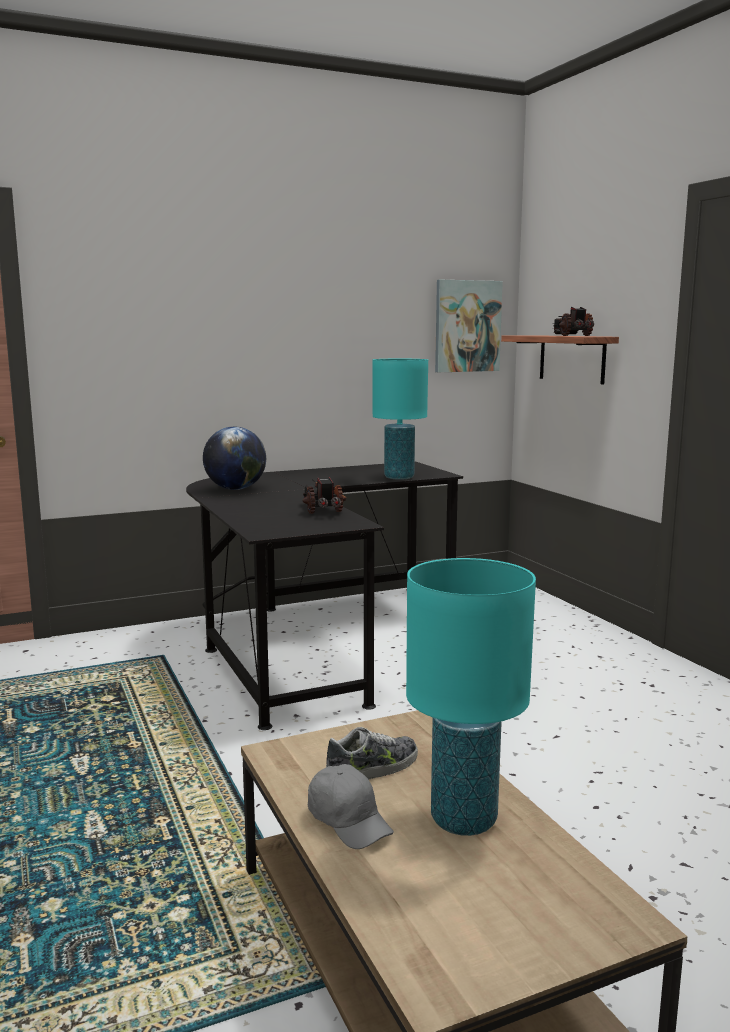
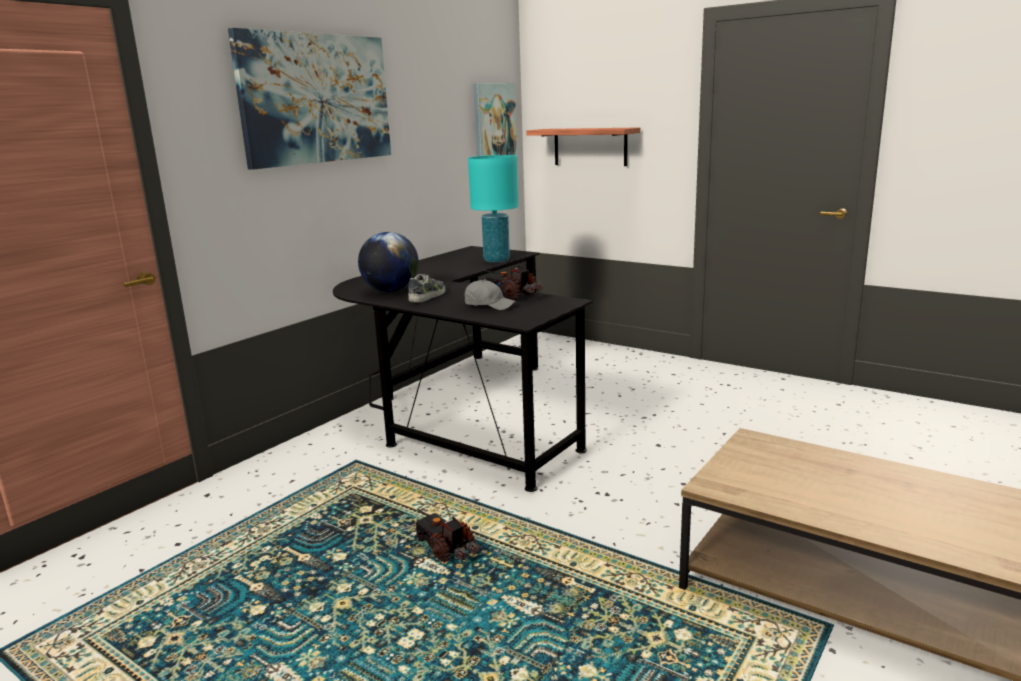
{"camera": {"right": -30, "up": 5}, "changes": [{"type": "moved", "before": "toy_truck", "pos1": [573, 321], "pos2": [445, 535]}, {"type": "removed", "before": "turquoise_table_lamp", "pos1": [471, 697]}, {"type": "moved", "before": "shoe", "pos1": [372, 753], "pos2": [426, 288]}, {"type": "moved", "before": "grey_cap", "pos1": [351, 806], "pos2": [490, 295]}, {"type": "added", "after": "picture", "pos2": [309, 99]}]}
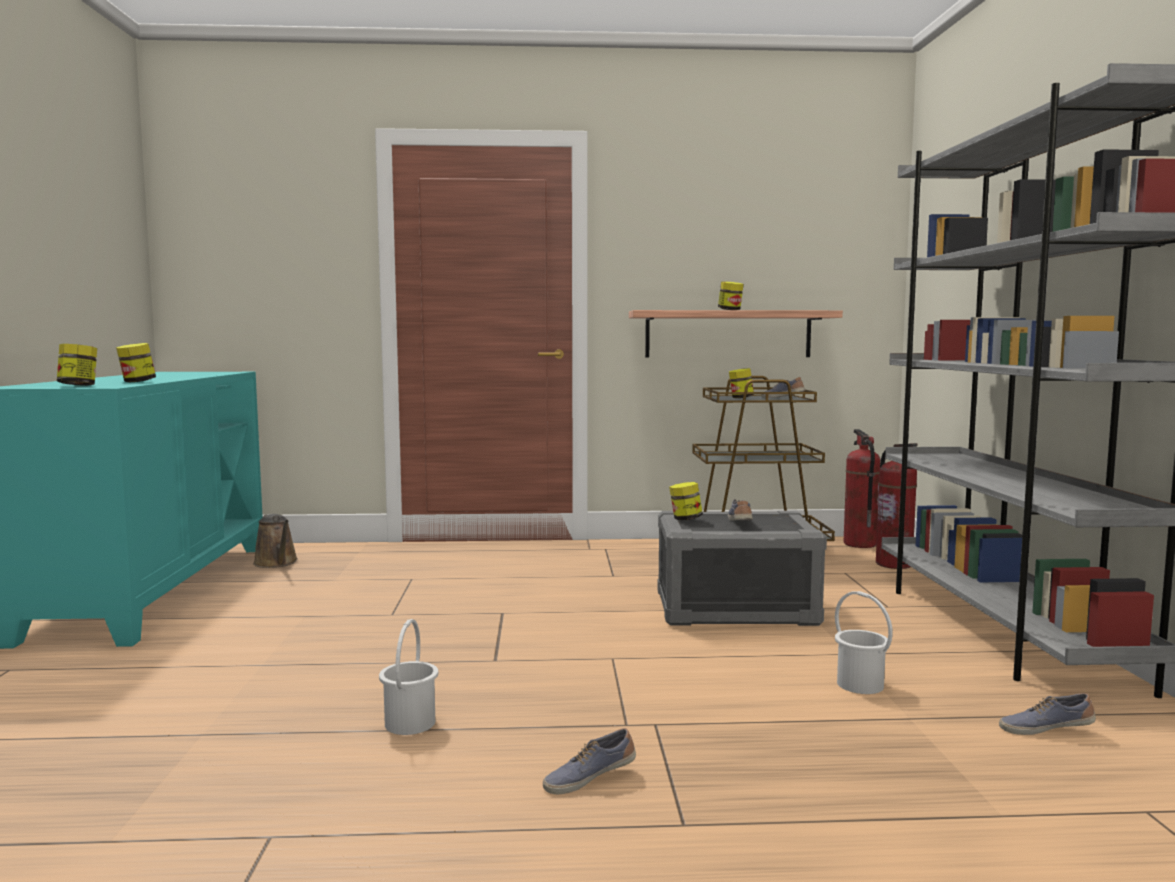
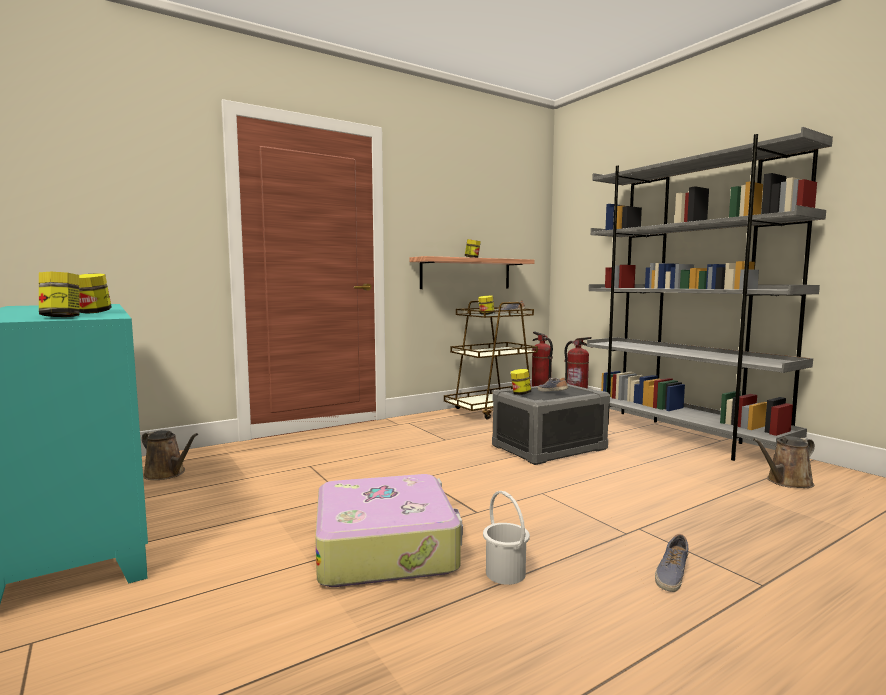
{"camera": {"right": -30, "up": 0}, "changes": [{"type": "removed", "before": "white_bucket", "pos1": [864, 642]}, {"type": "replaced", "before": "shoe", "after": "brown_watering_can", "pos1": [1047, 714], "pos2": [784, 462]}, {"type": "added", "after": "suitcase", "pos2": [389, 530]}]}
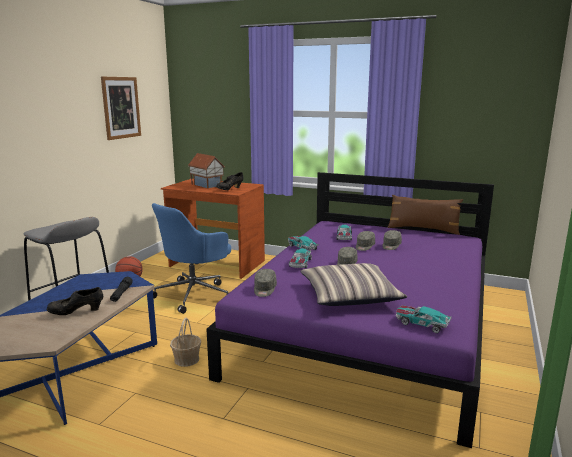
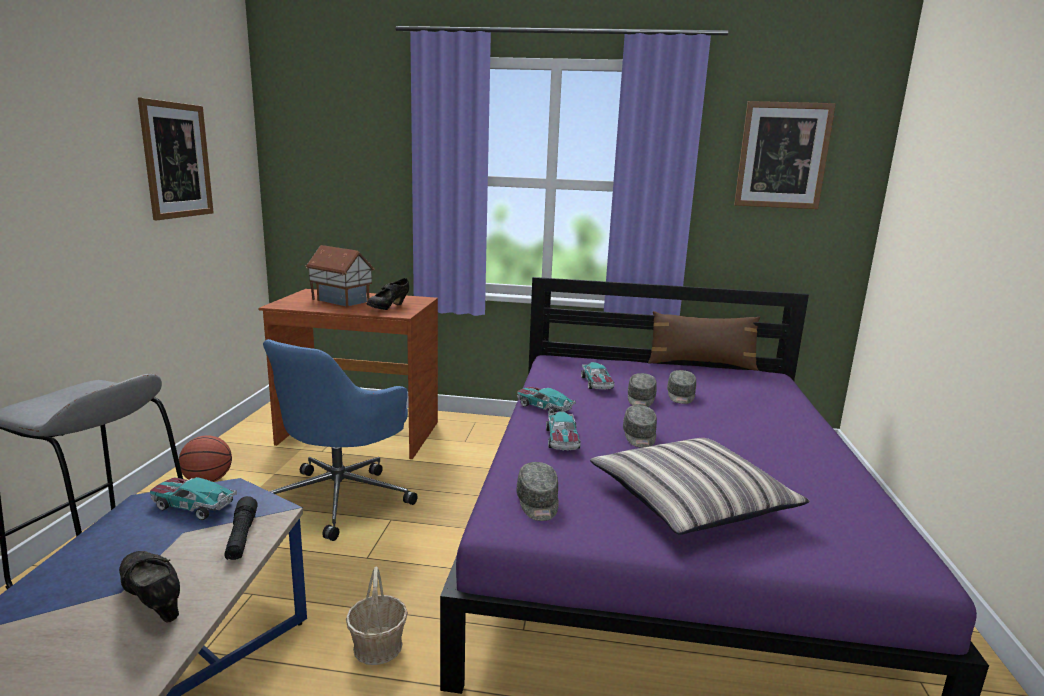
{"camera": {"right": -15, "up": 0}, "changes": [{"type": "turned", "before": "black_shoe", "pos1": [75, 301], "pos2": [149, 587], "turn": 75}, {"type": "moved", "before": "toy_car", "pos1": [424, 319], "pos2": [193, 498]}, {"type": "added", "after": "picture", "pos2": [785, 155]}]}
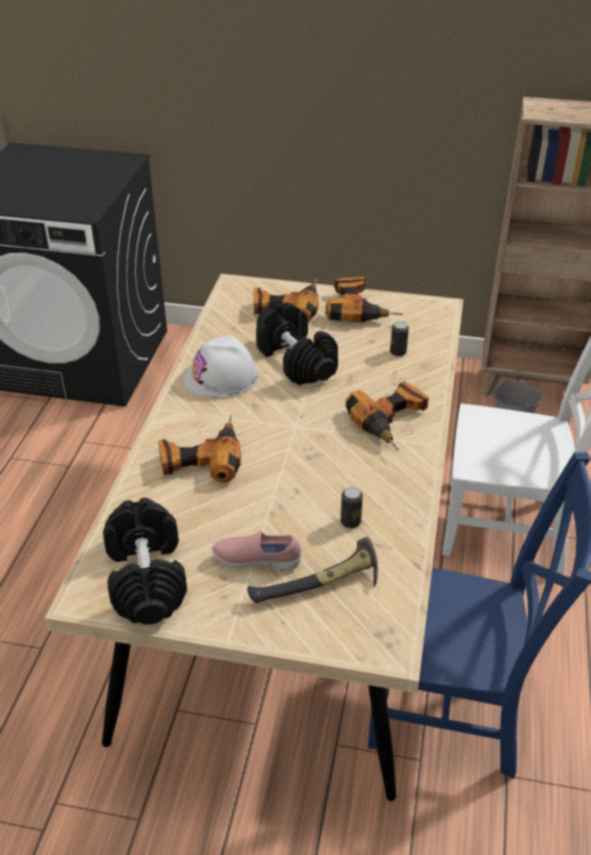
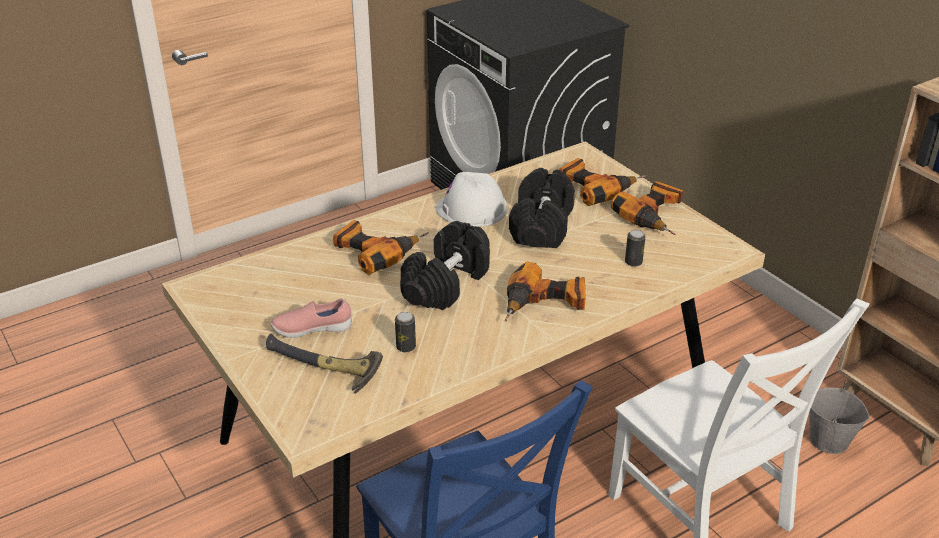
{"camera": {"right": 45, "up": -5}, "changes": [{"type": "moved", "before": "black_dumbbell", "pos1": [145, 561], "pos2": [445, 265]}, {"type": "turned", "before": "pink_shoe", "pos1": [256, 551], "pos2": [311, 318], "turn": -60}]}
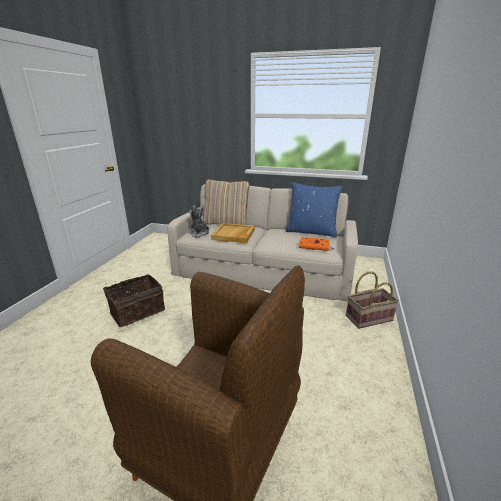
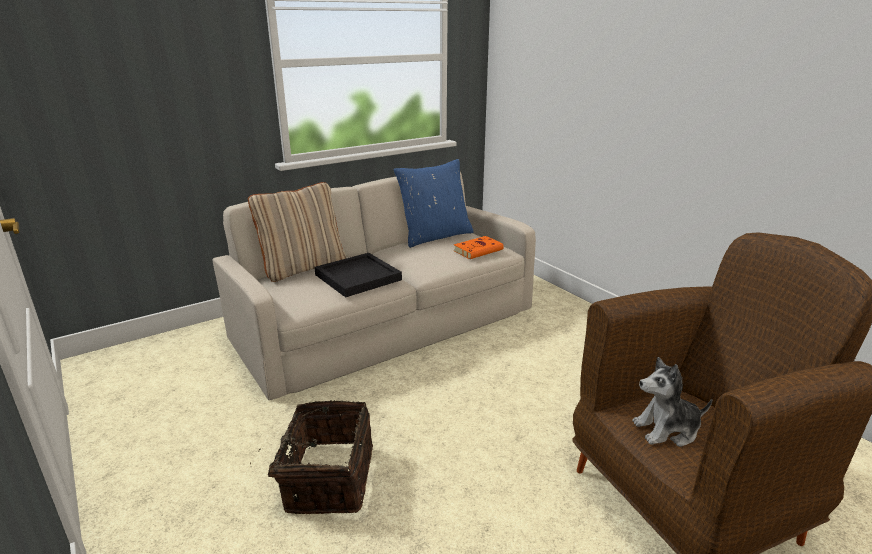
{"camera": {"right": -50, "up": 0}, "changes": [{"type": "moved", "before": "plush_toy", "pos1": [198, 221], "pos2": [672, 402]}, {"type": "recoloured", "before": "beige_tray", "after": "black_tray", "pos1": [233, 233], "pos2": [358, 275]}, {"type": "removed", "before": "basket", "pos1": [372, 300]}]}
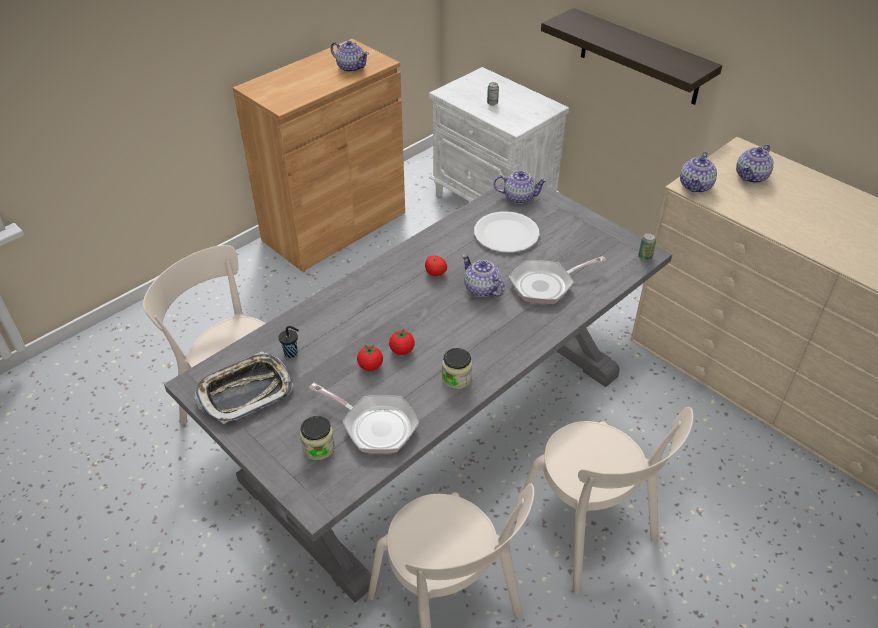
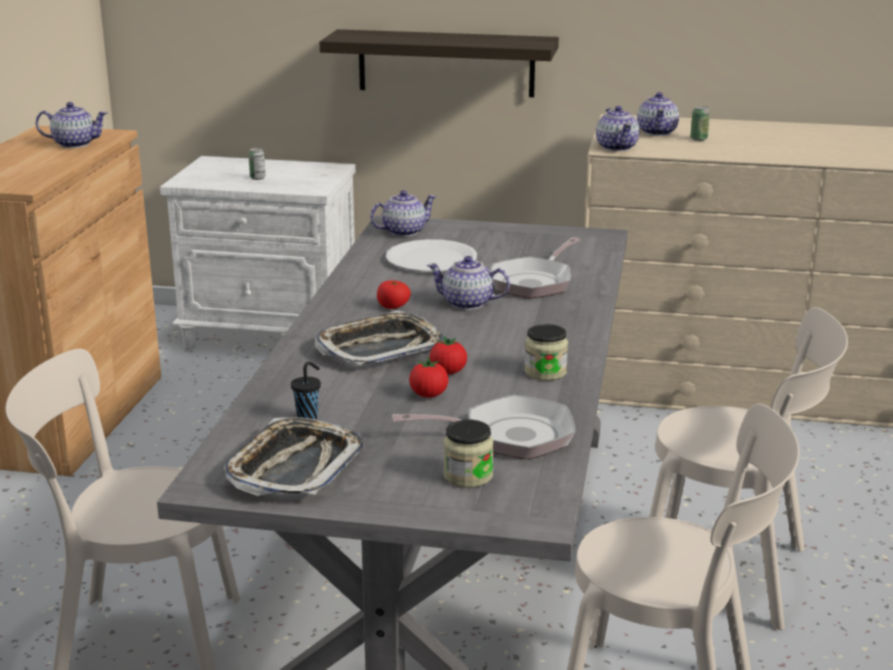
{"camera": {"right": -35, "up": -20}, "changes": [{"type": "moved", "before": "can", "pos1": [647, 246], "pos2": [700, 123]}, {"type": "added", "after": "tray", "pos2": [379, 338]}]}
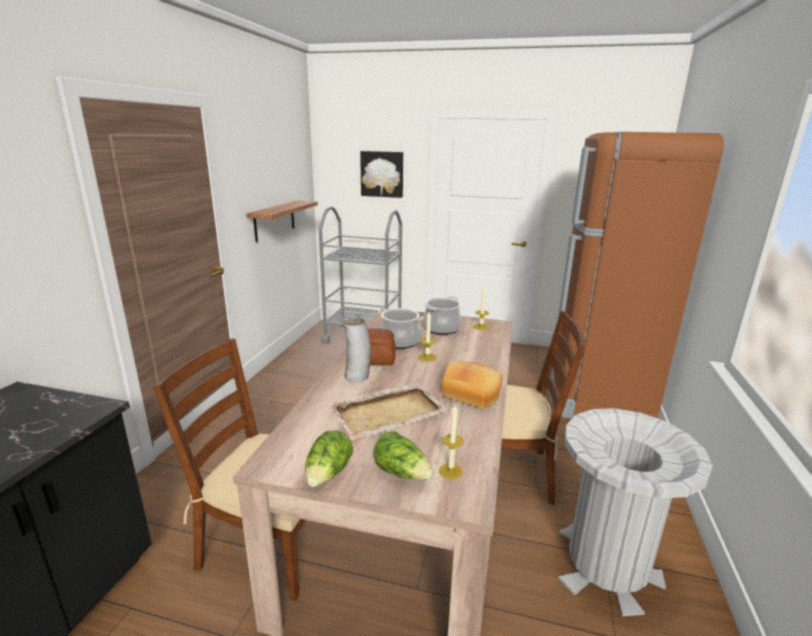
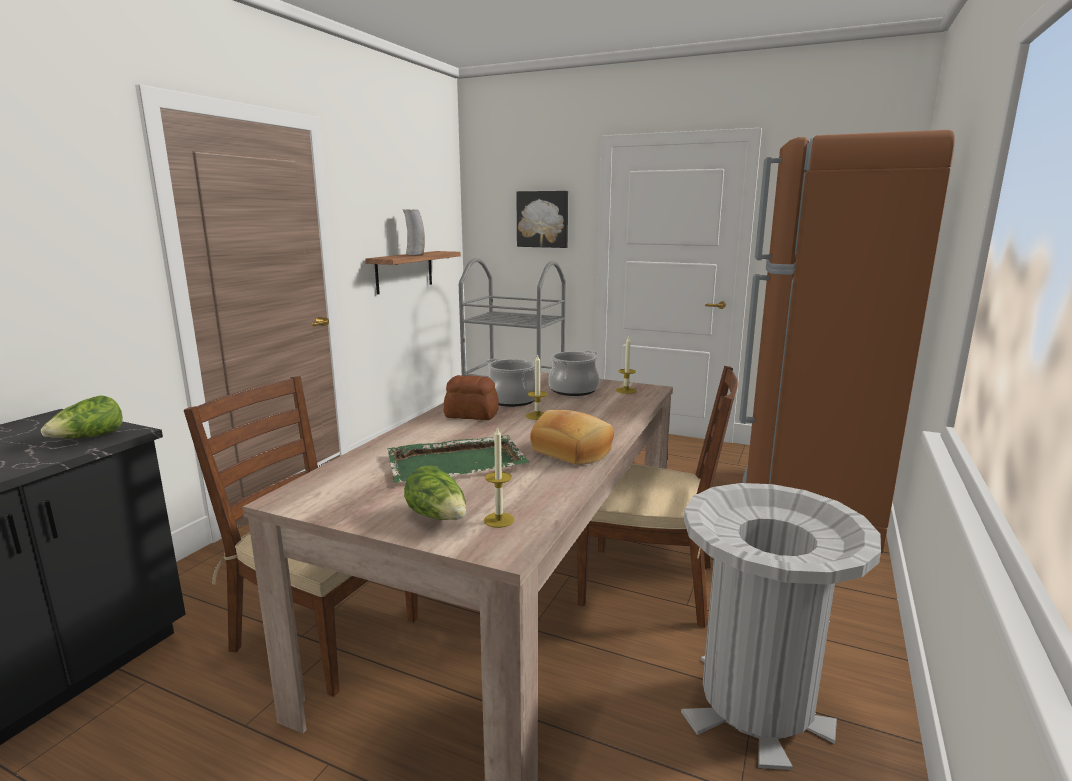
{"camera": {"right": 10, "up": -5}, "changes": [{"type": "moved", "before": "vase", "pos1": [356, 350], "pos2": [414, 232]}, {"type": "recoloured", "before": "beige_tray", "after": "green_tray", "pos1": [388, 411], "pos2": [458, 459]}, {"type": "moved", "before": "lettuce", "pos1": [329, 458], "pos2": [82, 416]}]}
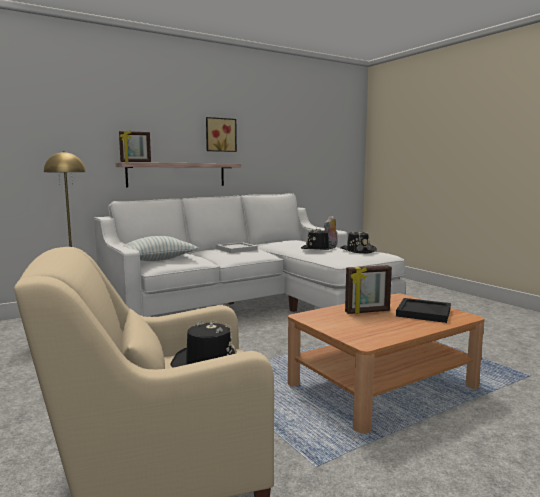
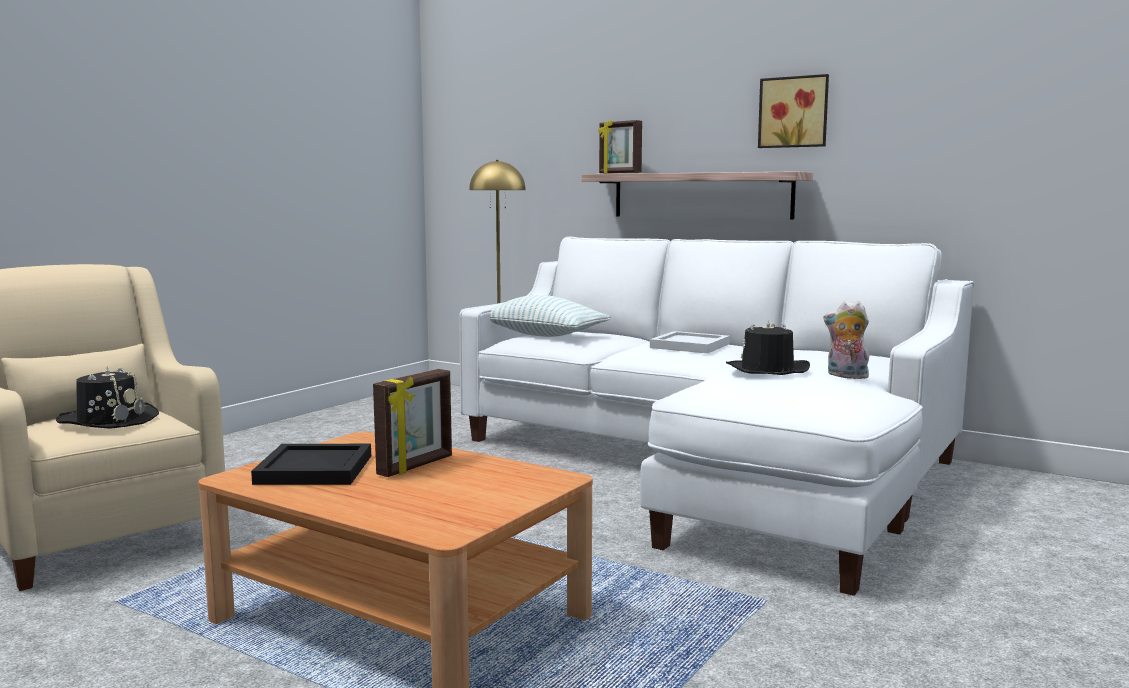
{"camera": {"right": 65, "up": 0}, "changes": [{"type": "removed", "before": "black_hat", "pos1": [359, 241]}, {"type": "turned", "before": "picture_frame", "pos1": [368, 289], "pos2": [412, 423], "turn": -105}, {"type": "moved", "before": "black_tray", "pos1": [423, 310], "pos2": [311, 464]}]}
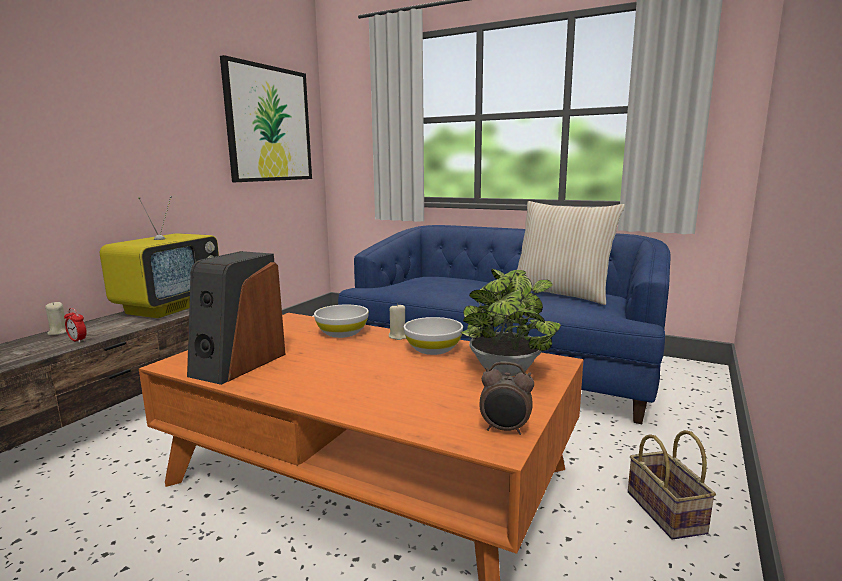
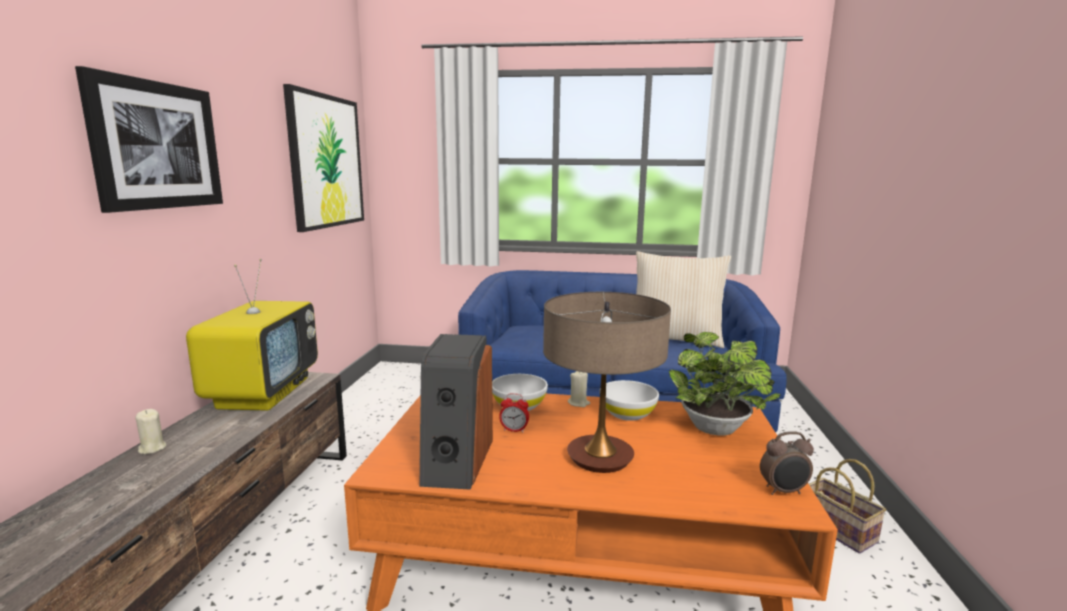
{"camera": {"right": -20, "up": 0}, "changes": [{"type": "moved", "before": "alarm_clock", "pos1": [75, 325], "pos2": [514, 412]}, {"type": "added", "after": "picture", "pos2": [149, 139]}, {"type": "added", "after": "table_lamp", "pos2": [607, 382]}]}
